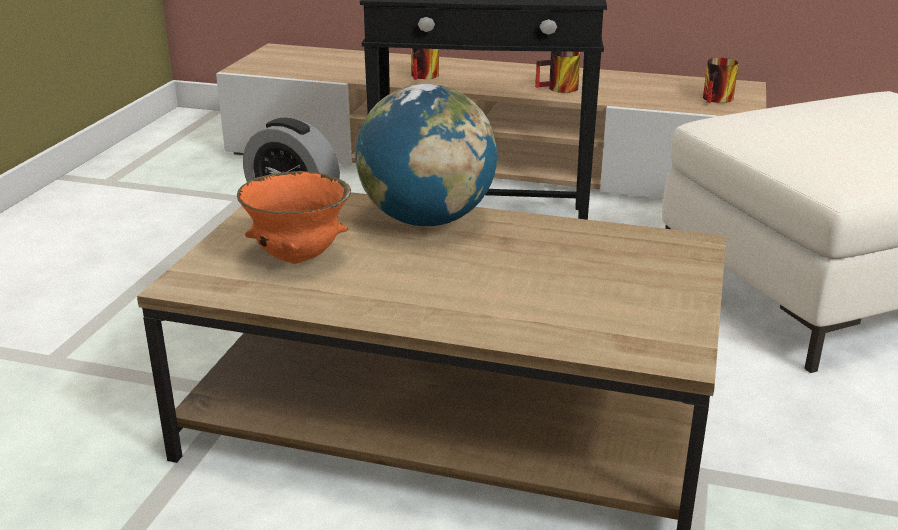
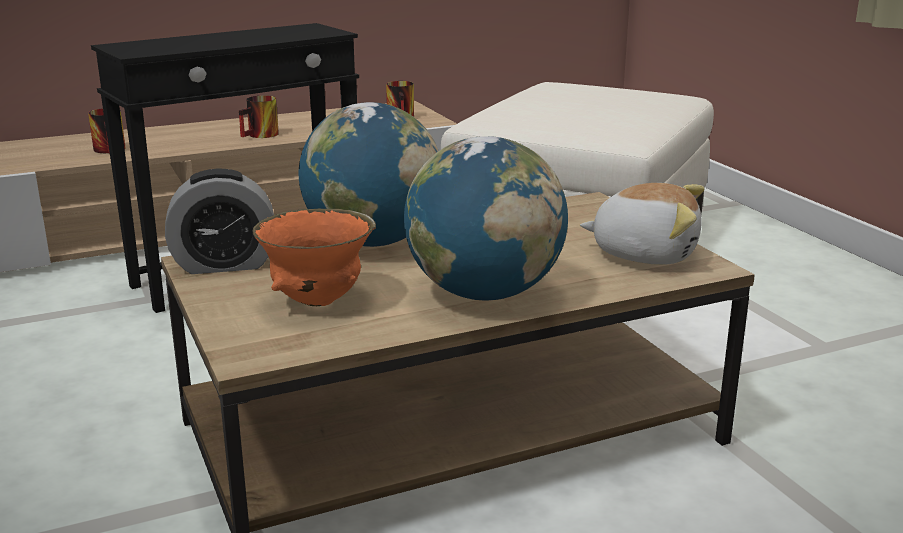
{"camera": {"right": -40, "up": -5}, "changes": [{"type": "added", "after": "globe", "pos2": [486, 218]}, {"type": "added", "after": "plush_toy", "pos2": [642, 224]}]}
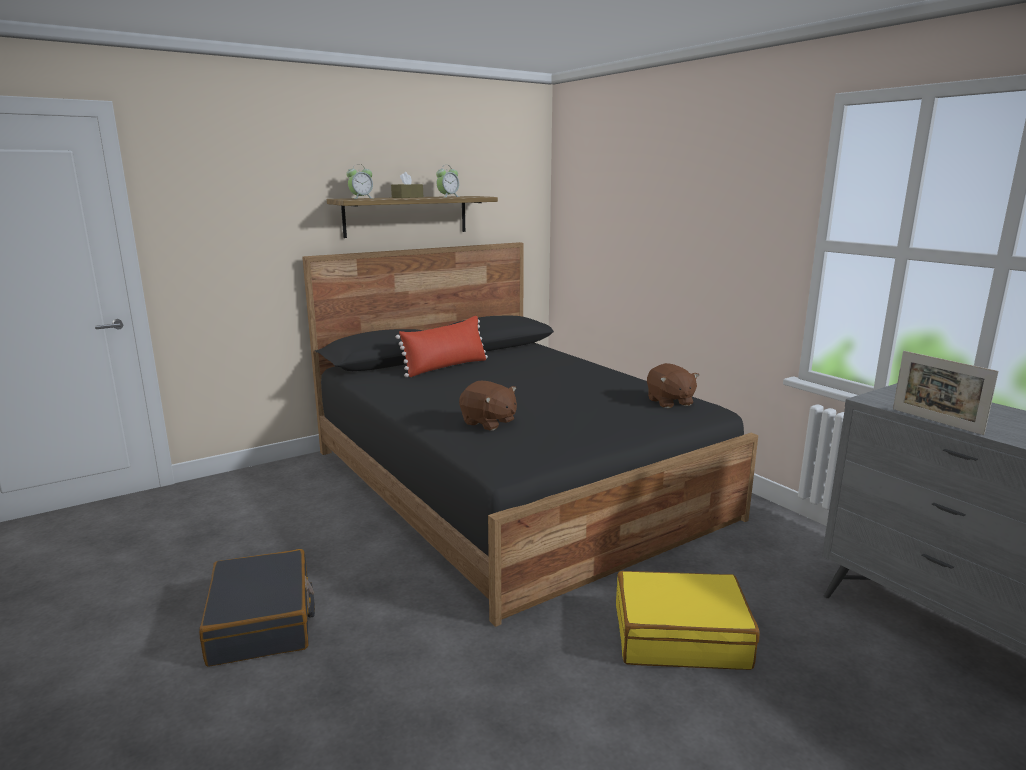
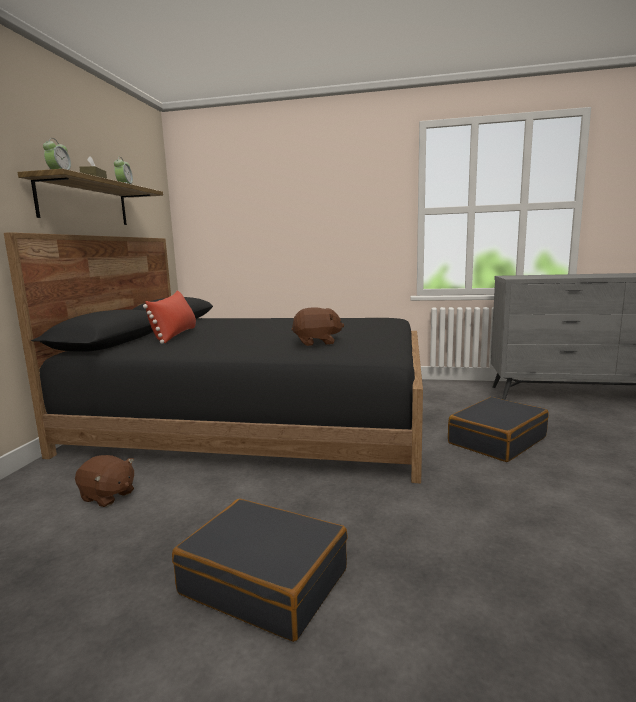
{"camera": {"right": -45, "up": -5}, "changes": [{"type": "removed", "before": "picture_frame", "pos1": [946, 393]}, {"type": "moved", "before": "brown_plush_toy", "pos1": [673, 385], "pos2": [104, 481]}, {"type": "recoloured", "before": "yellow_suitcase", "after": "black_suitcase", "pos1": [688, 620], "pos2": [498, 429]}]}
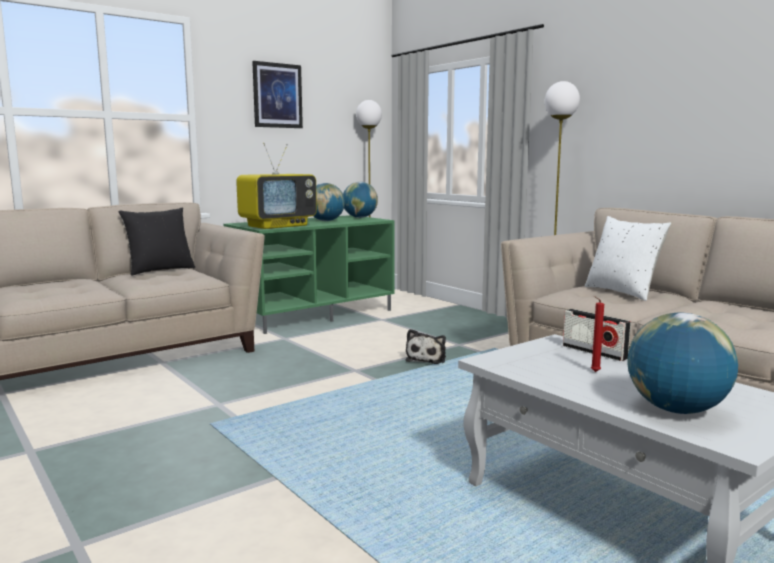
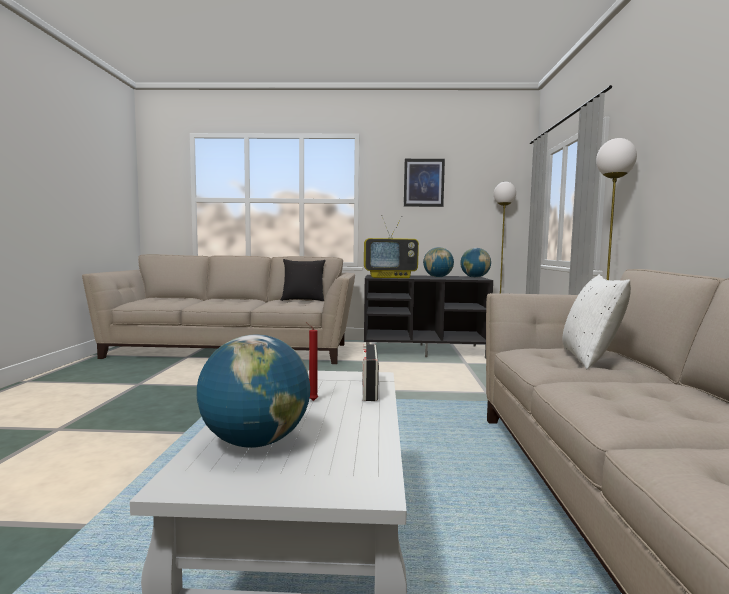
{"camera": {"right": 40, "up": -5}, "changes": [{"type": "recoloured", "before": "green_tv_stand", "after": "black_tv_stand", "pos1": [309, 274], "pos2": [428, 317]}, {"type": "removed", "before": "plush_toy", "pos1": [426, 346]}]}
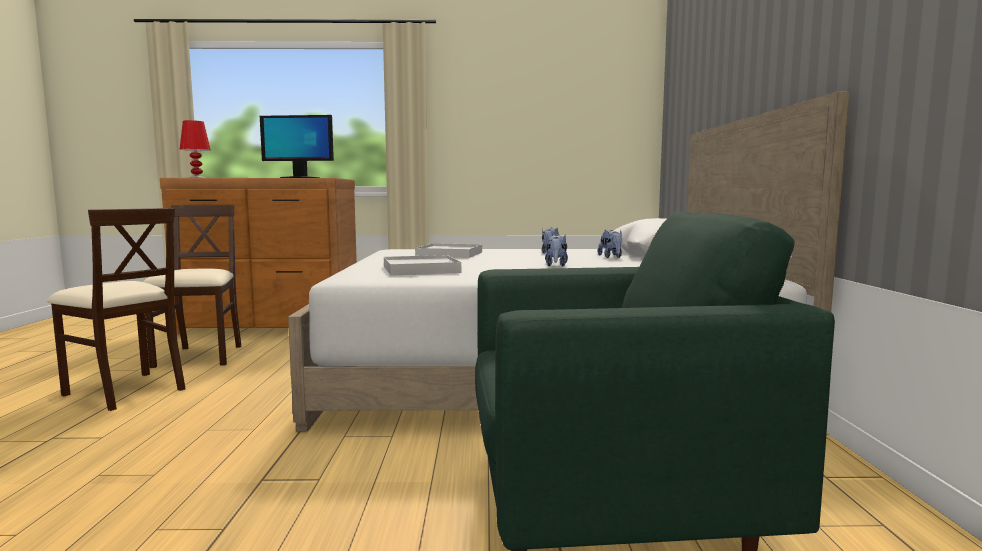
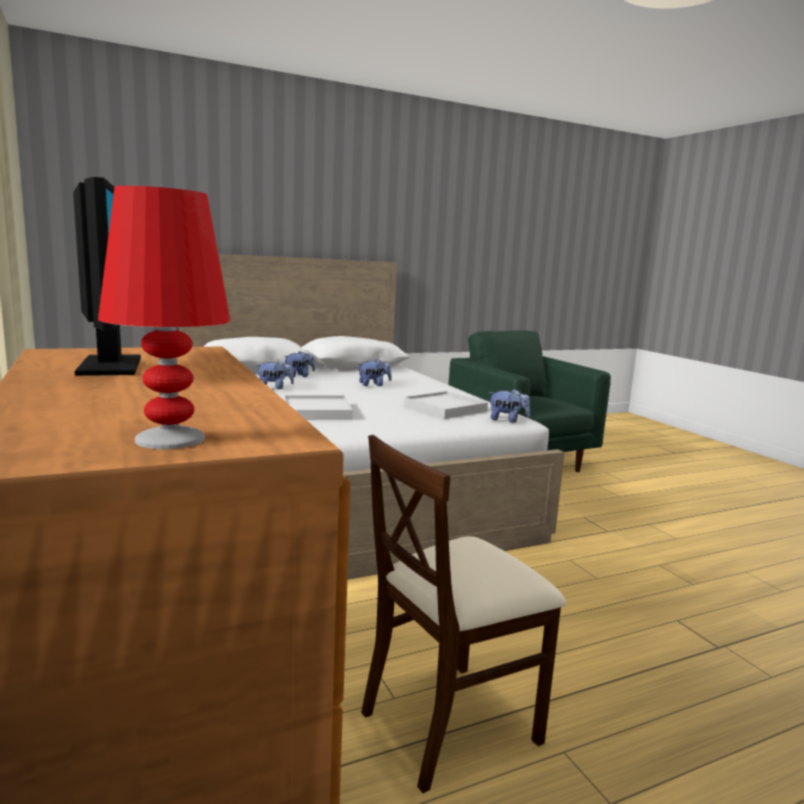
{"camera": {"right": -115, "up": 5}, "changes": [{"type": "removed", "before": "beige_chair", "pos1": [116, 309]}, {"type": "added", "after": "plush_toy", "pos2": [509, 406]}]}
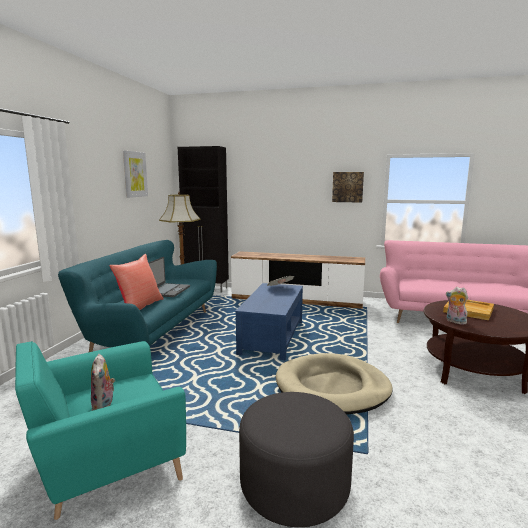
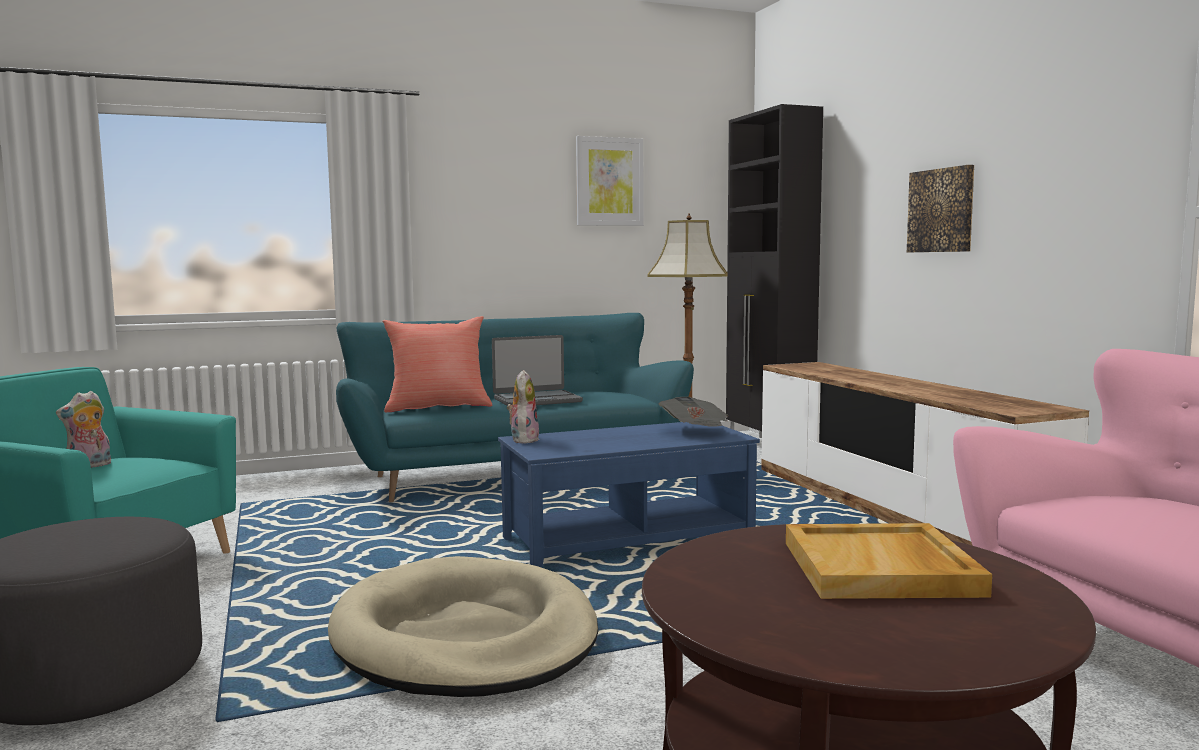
{"camera": {"right": 55, "up": -5}, "changes": [{"type": "moved", "before": "picture", "pos1": [348, 187], "pos2": [940, 208]}, {"type": "moved", "before": "plush_toy", "pos1": [457, 305], "pos2": [523, 407]}]}
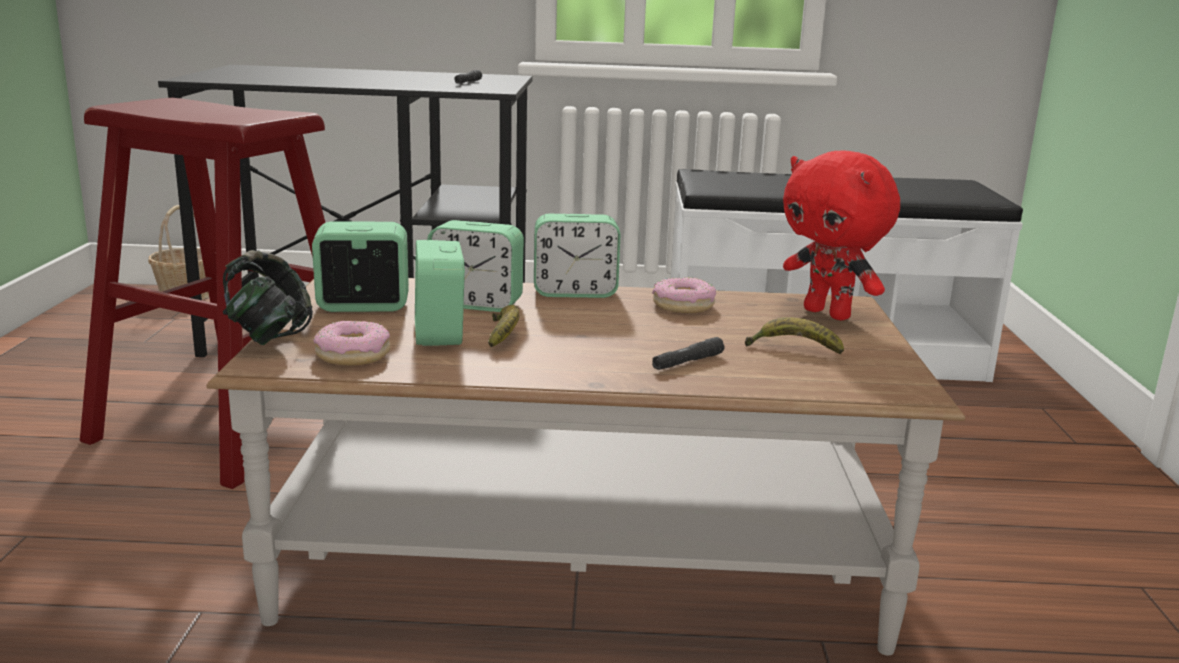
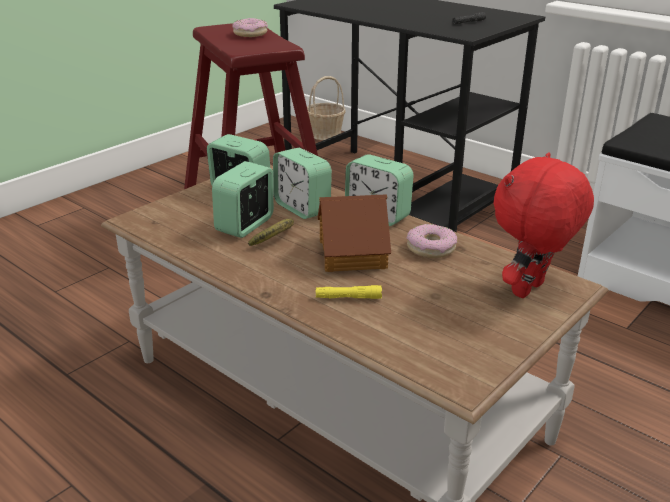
{"camera": {"right": 40, "up": 10}, "changes": [{"type": "turned", "before": "red_plush_toy", "pos1": [841, 235], "pos2": [543, 225], "turn": 45}, {"type": "removed", "before": "headphones", "pos1": [268, 297]}, {"type": "removed", "before": "banana", "pos1": [794, 335]}, {"type": "moved", "before": "donut", "pos1": [351, 343], "pos2": [250, 27]}, {"type": "recoloured", "before": "black_flashlight", "after": "yellow_flashlight", "pos1": [688, 353], "pos2": [349, 292]}, {"type": "added", "after": "toy_house", "pos2": [354, 233]}]}
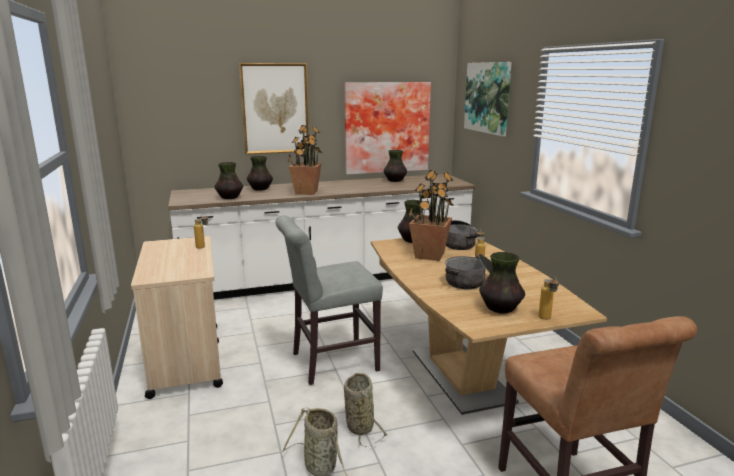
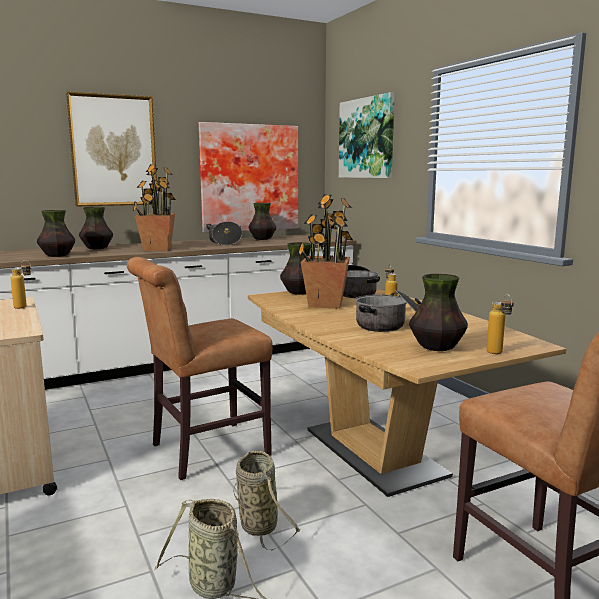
{"camera": {"right": -10, "up": -5}, "changes": [{"type": "recoloured", "before": "grey_chair", "after": "brown_chair", "pos1": [329, 300], "pos2": [200, 368]}, {"type": "added", "after": "cooking_pot", "pos2": [224, 233]}]}
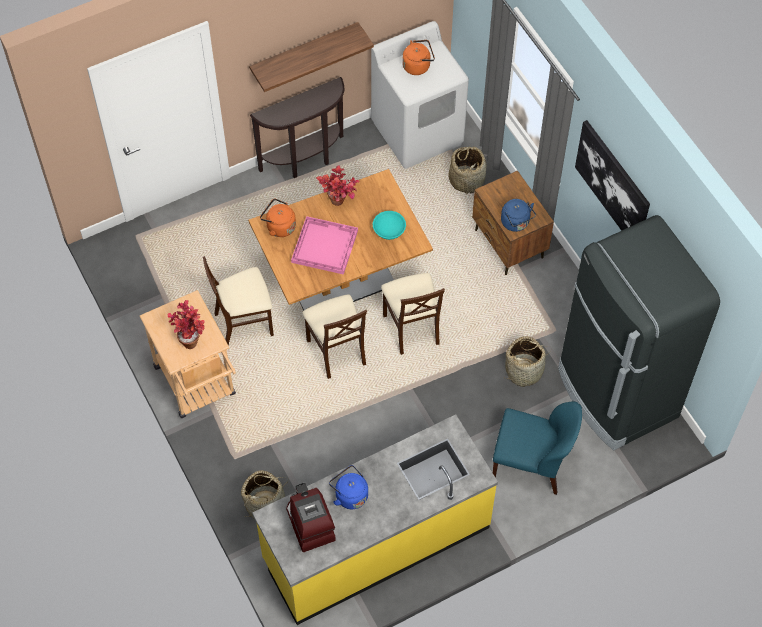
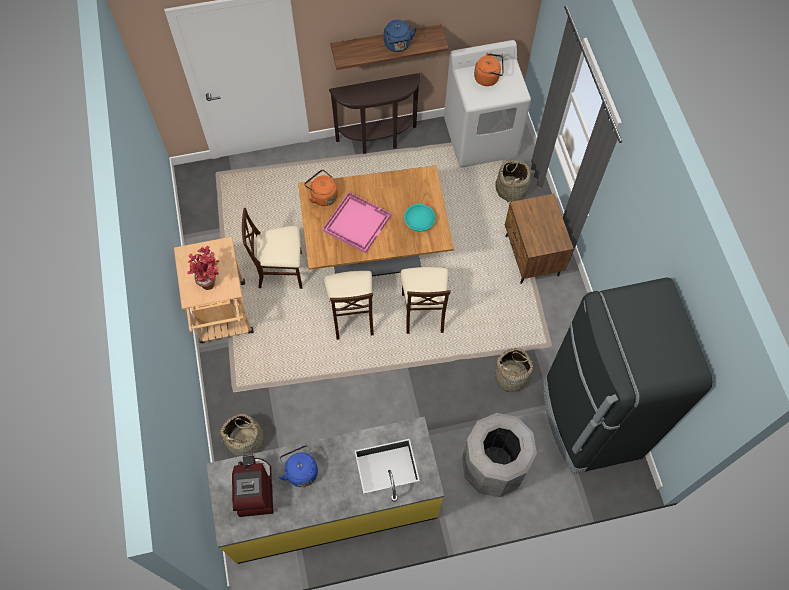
{"camera": {"right": 15, "up": 5}, "changes": [{"type": "removed", "before": "picture", "pos1": [612, 175]}, {"type": "removed", "before": "potted_plant", "pos1": [337, 185]}, {"type": "moved", "before": "blue_kettle", "pos1": [518, 215], "pos2": [400, 36]}, {"type": "replaced", "before": "blue_chair", "after": "grey_trash_can", "pos1": [537, 448], "pos2": [499, 455]}]}
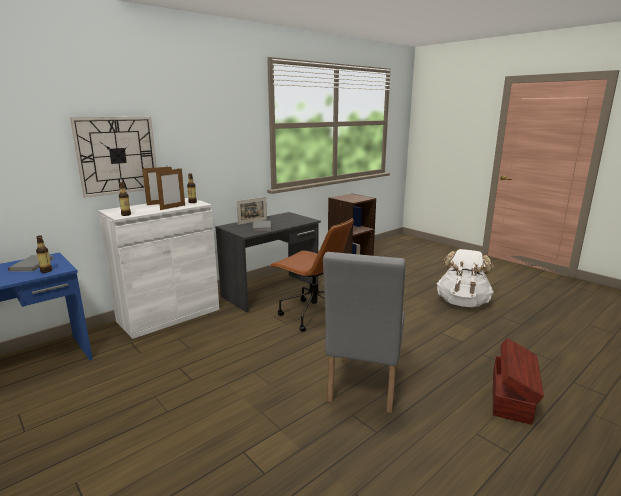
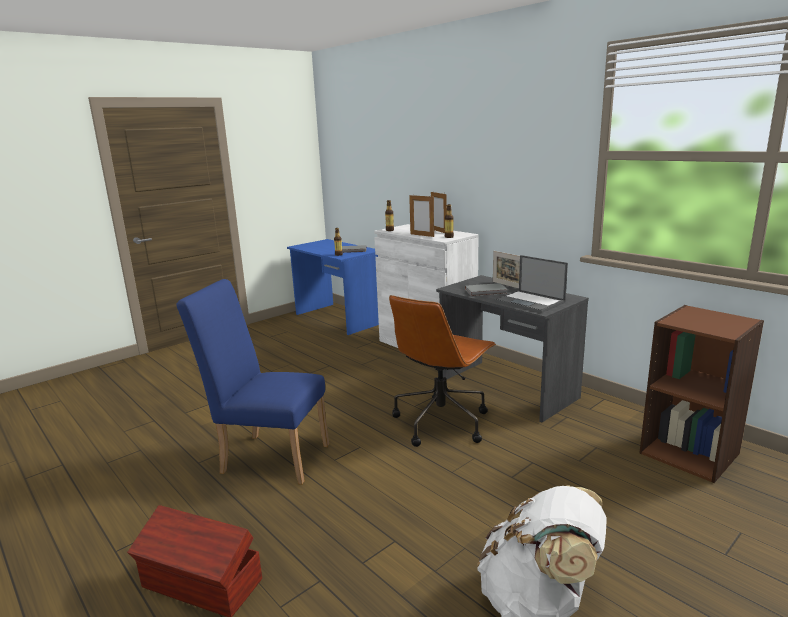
{"camera": {"right": 90, "up": 0}, "changes": [{"type": "removed", "before": "wall_clock", "pos1": [113, 157]}, {"type": "recoloured", "before": "grey_chair", "after": "blue_chair", "pos1": [364, 332], "pos2": [252, 382]}, {"type": "added", "after": "laptop", "pos2": [531, 284]}]}
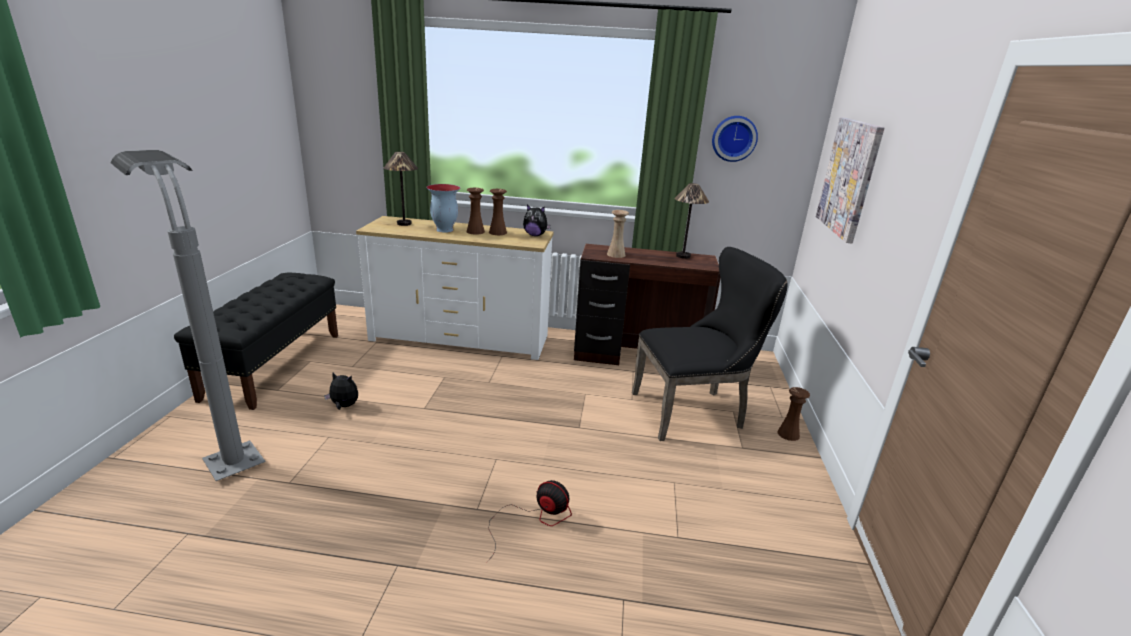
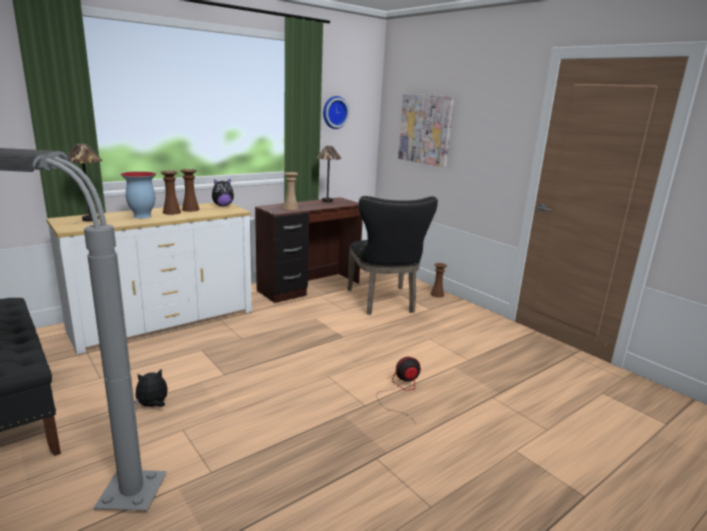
{"camera": {"right": -45, "up": -5}, "changes": [{"type": "turned", "before": "black_chair", "pos1": [709, 344], "pos2": [392, 255], "turn": 135}]}
